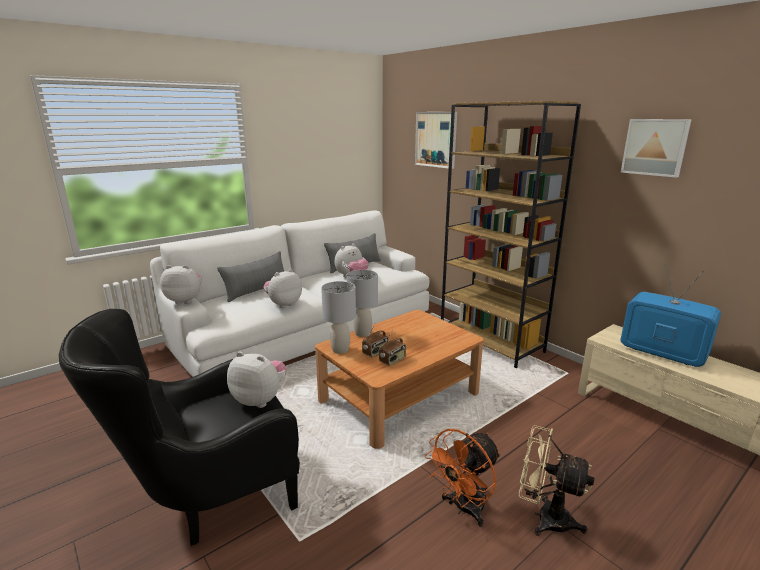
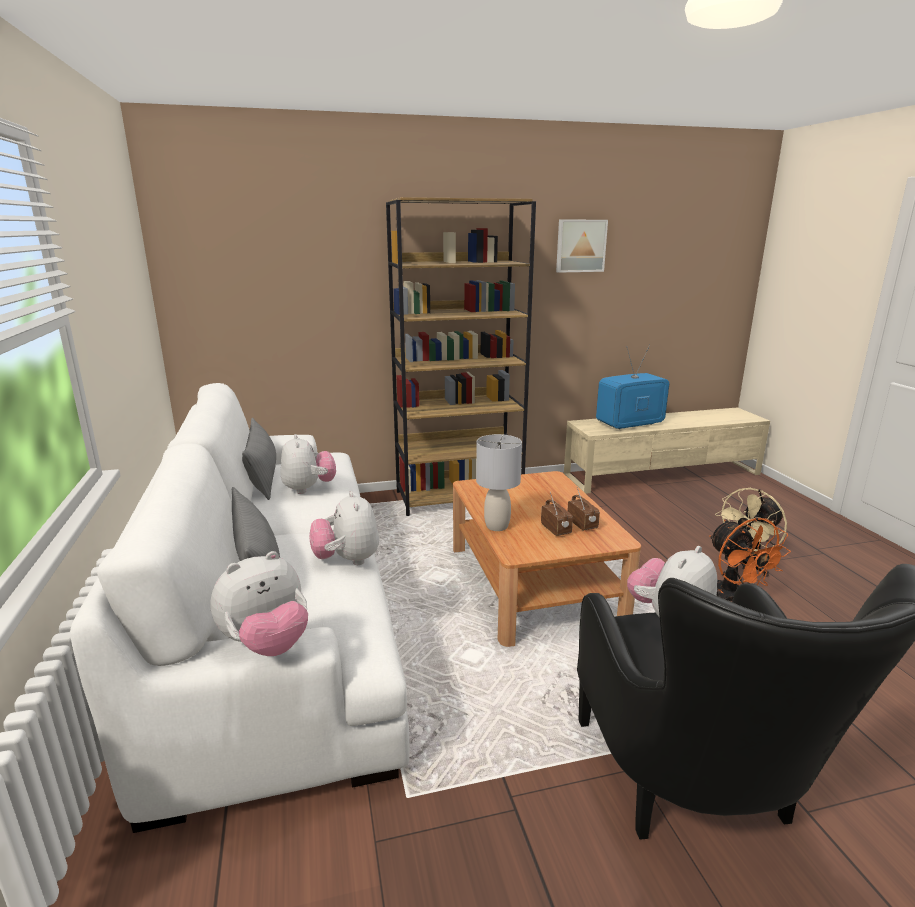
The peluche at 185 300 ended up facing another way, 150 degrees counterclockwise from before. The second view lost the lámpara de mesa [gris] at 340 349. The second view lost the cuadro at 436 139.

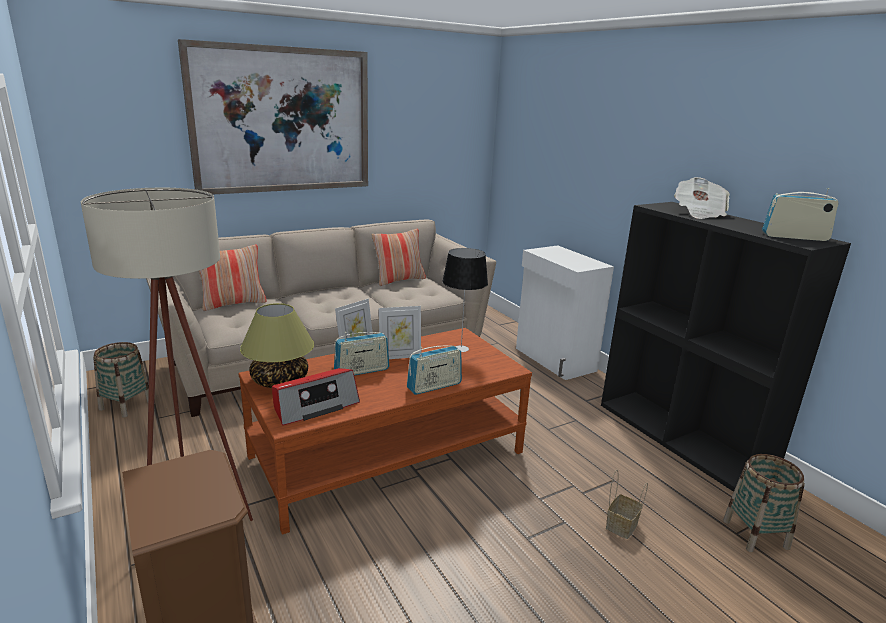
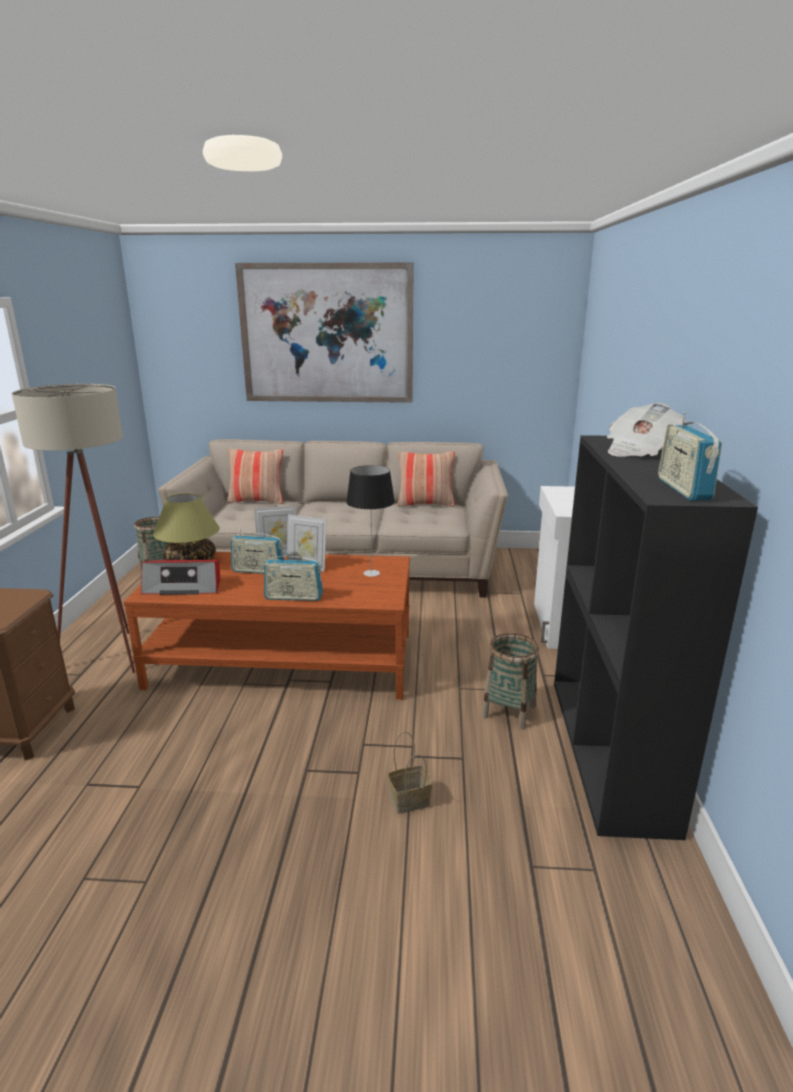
The cesta ended up elsewhere, having gone from 755 534 to 509 711. The radio at 794 237 ended up facing another way, 135 degrees counterclockwise from before.

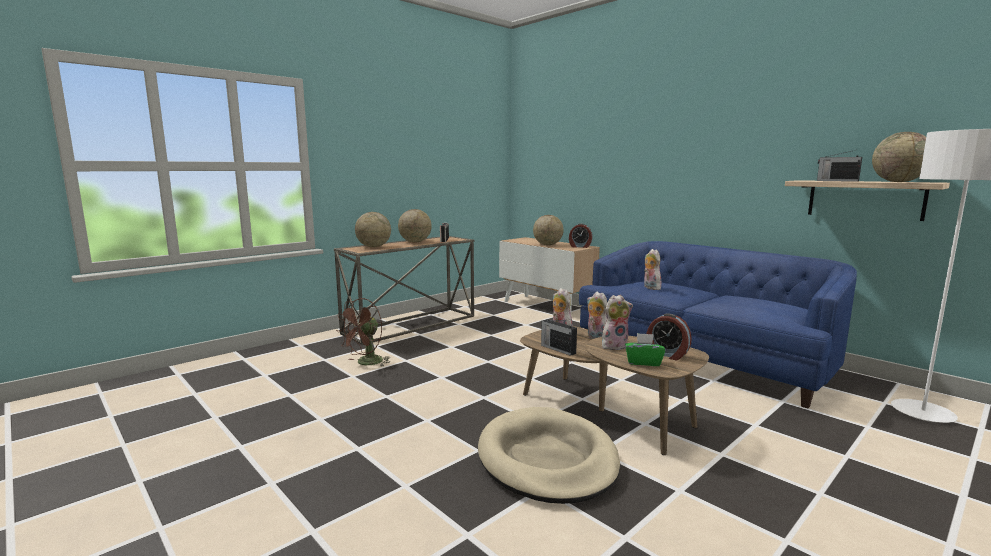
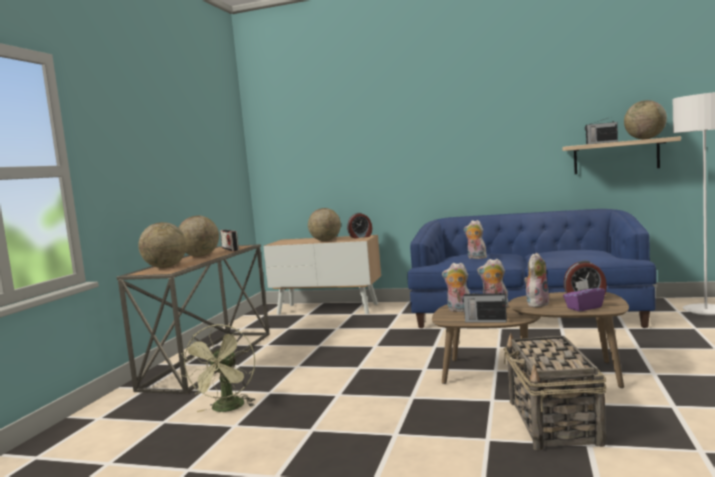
What was the ventilador [marrón] at 366 363 turned into the ventilador [verde] at 227 409. Where the cama para perro [beis] stood at 547 459, the cesta came to stand at 553 423. What was the caja de pañuelos [verde] at 643 362 turned into the caja de pañuelos [morado] at 584 308.

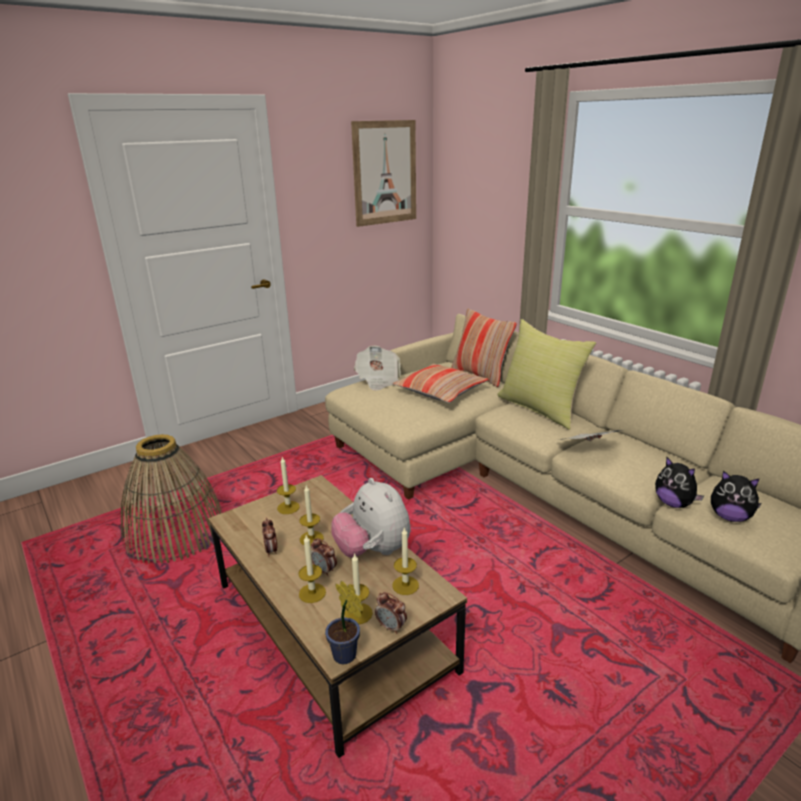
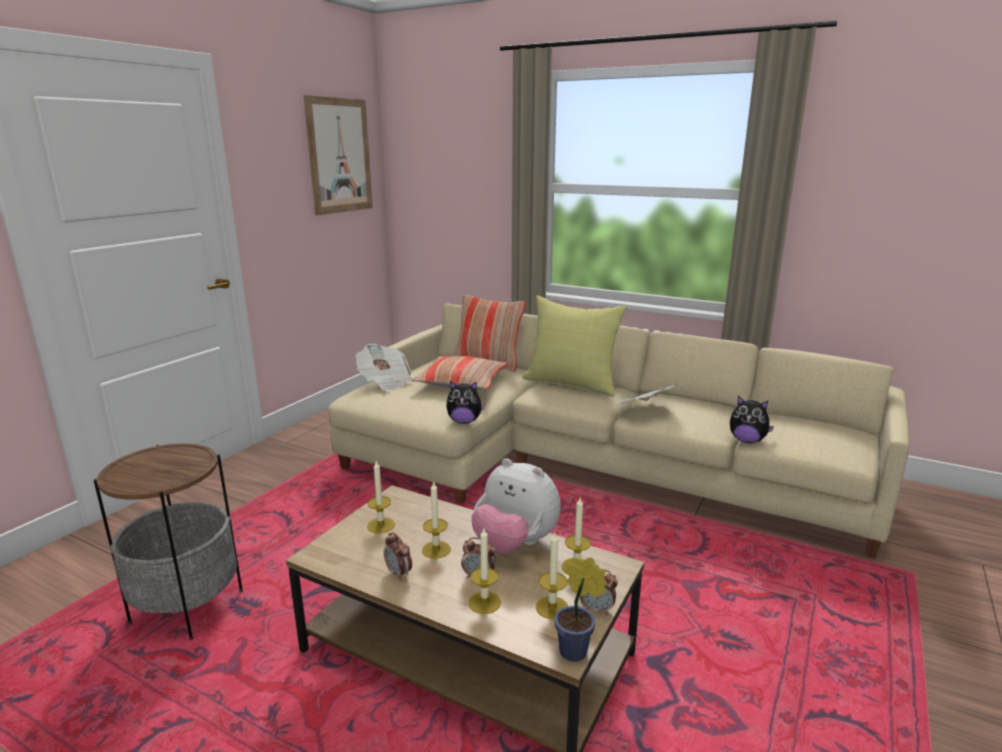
Where the cesta stood at 175 532, the mesa auxiliar came to stand at 188 608. The peluche ended up elsewhere, having gone from 729 517 to 464 421.

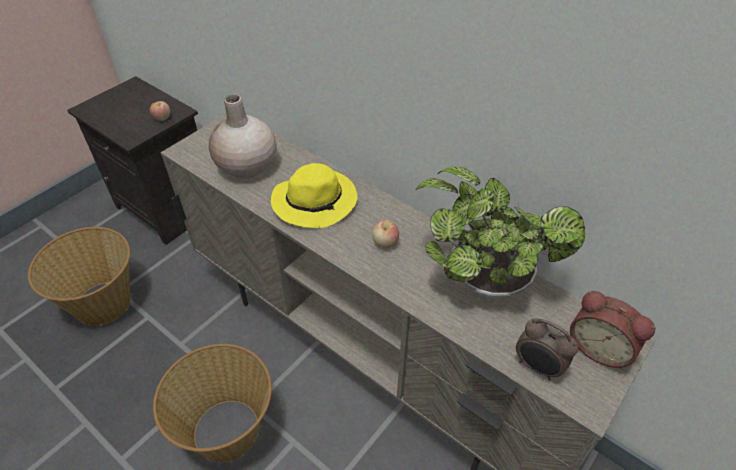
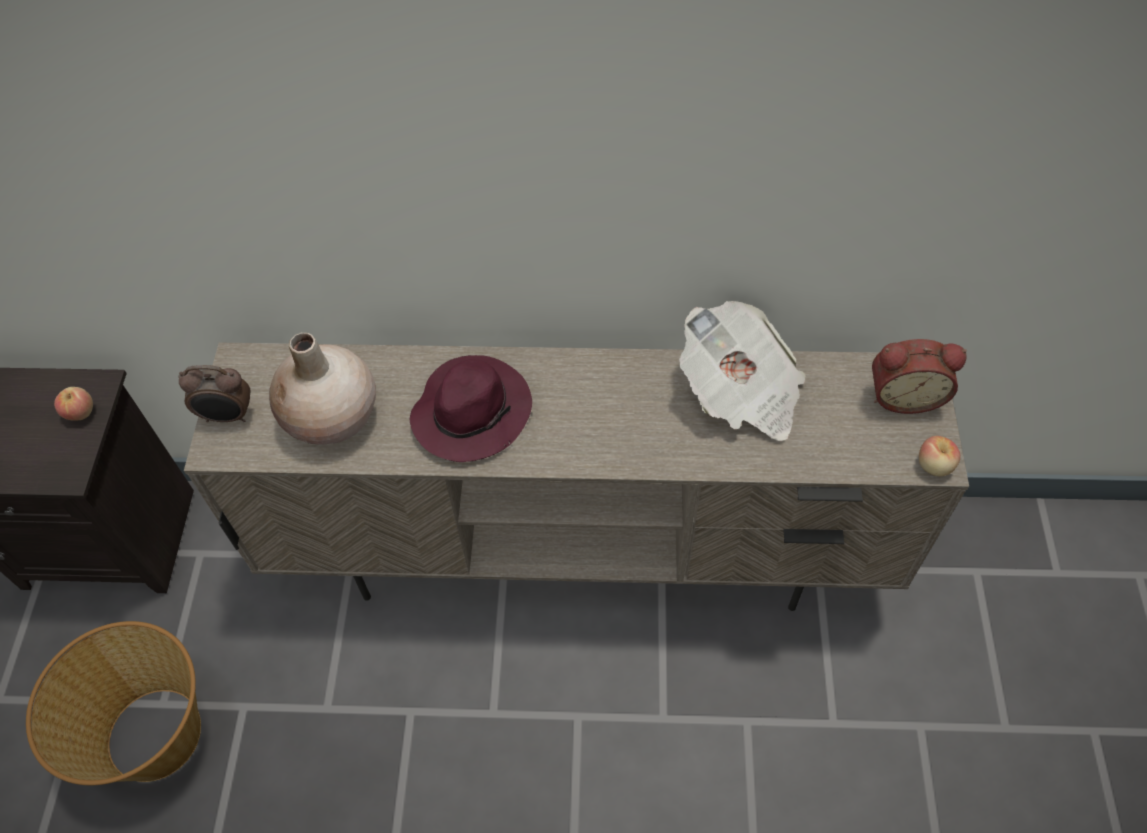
The second view lost the cesta at 227 429. What was the sombrero [amarillo] at 316 201 turned into the sombrero [morado] at 472 411. The manzana ended up elsewhere, having gone from 385 243 to 934 465. Where the planta en maceta stood at 482 279, the periódico came to stand at 740 392. The despertador ended up elsewhere, having gone from 537 367 to 228 416.

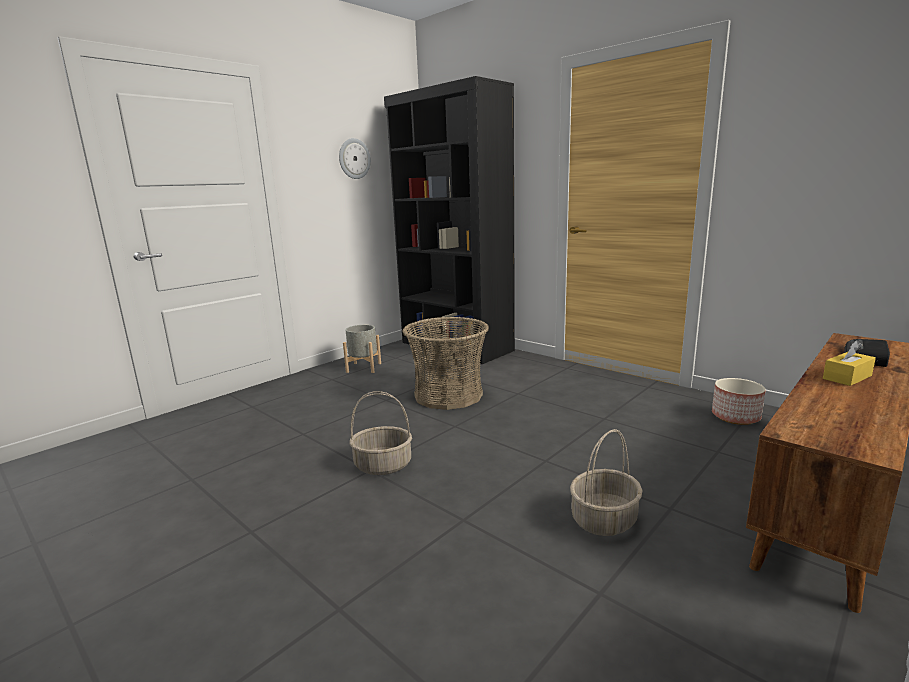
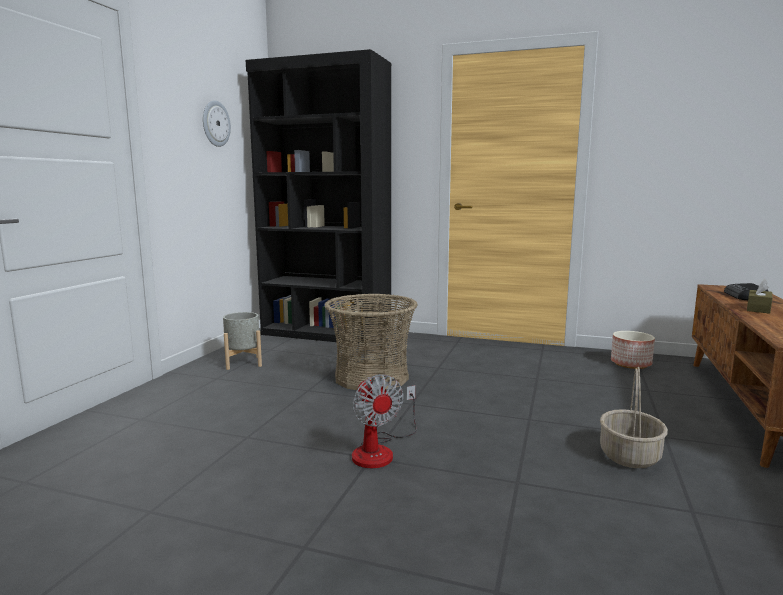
Where the cesta stood at 383 465, the ventilador came to stand at 380 450. What was the caja de pañuelos [amarillo] at 847 377 turned into the caja de pañuelos [marrón] at 758 309.

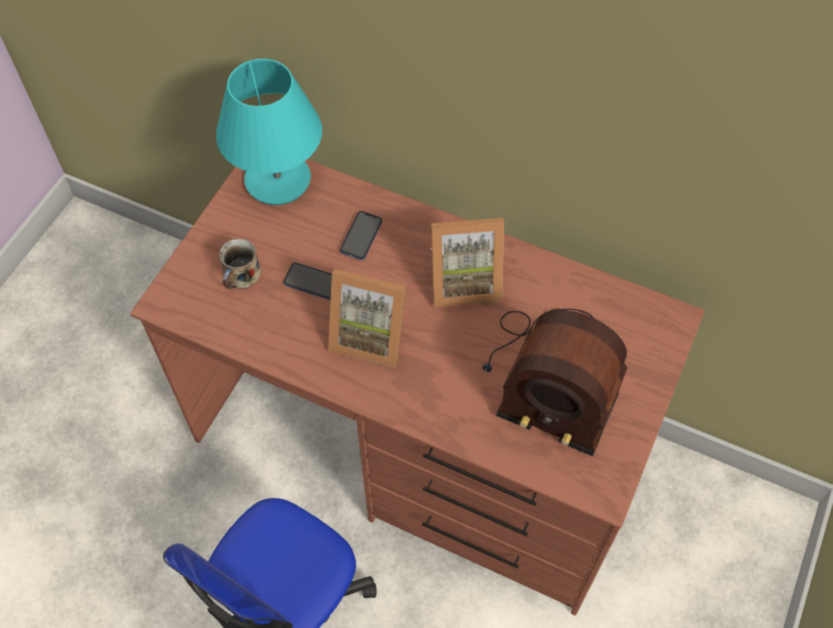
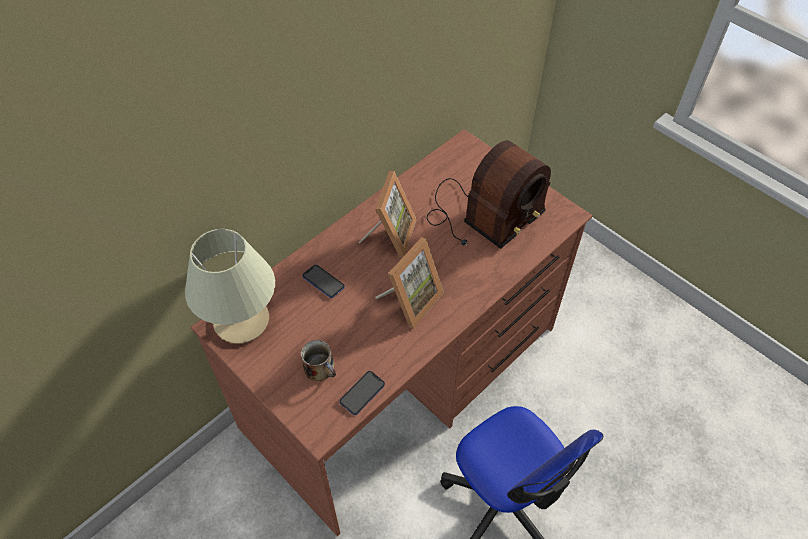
What was the lámpara de mesa [turquesa] at 277 180 turned into the lámpara de mesa [beis] at 241 321. The móvil ended up elsewhere, having gone from 313 282 to 362 393.

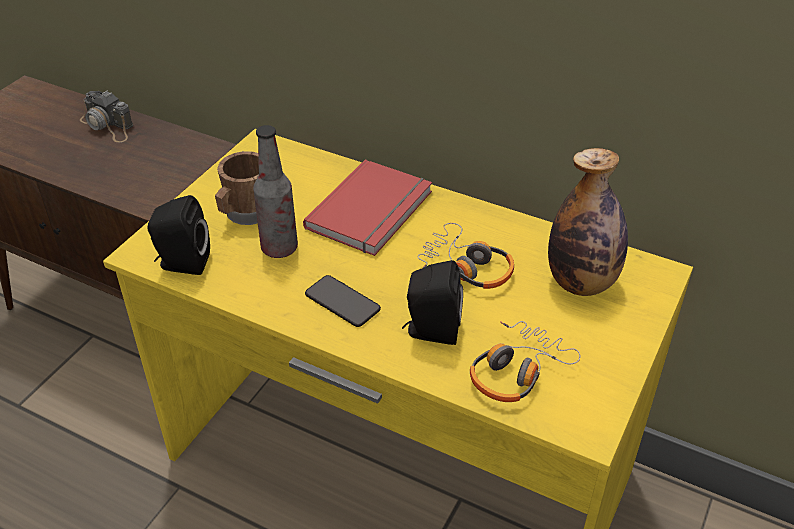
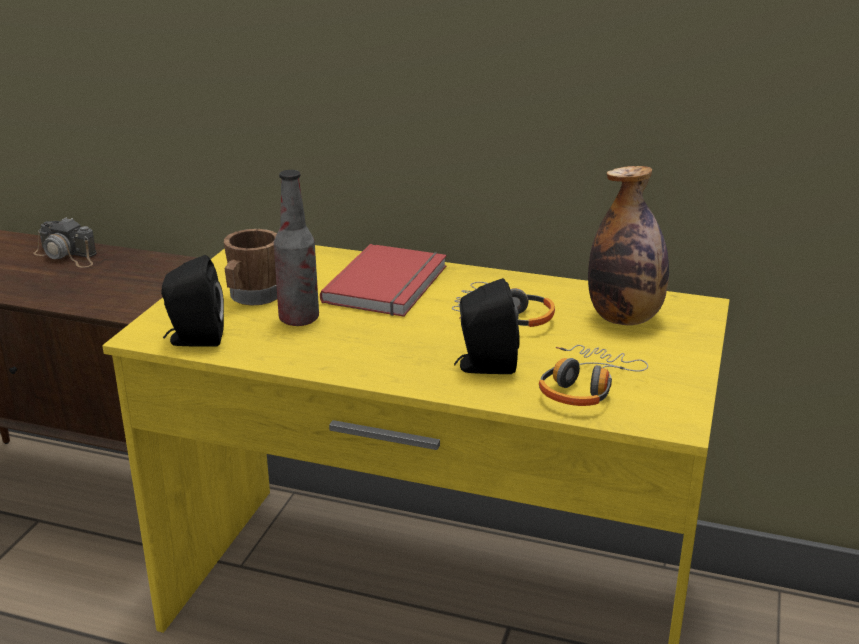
The second view lost the móvil at 342 302.

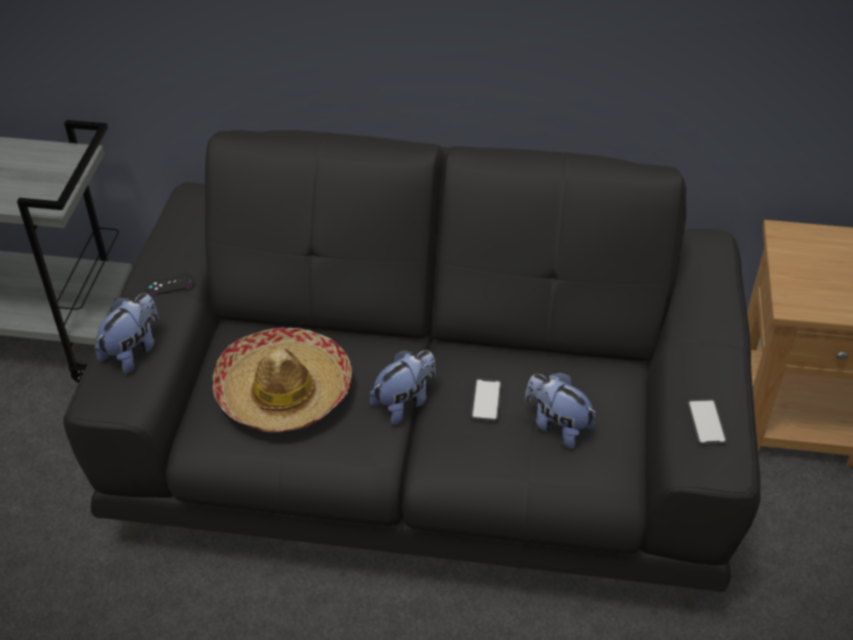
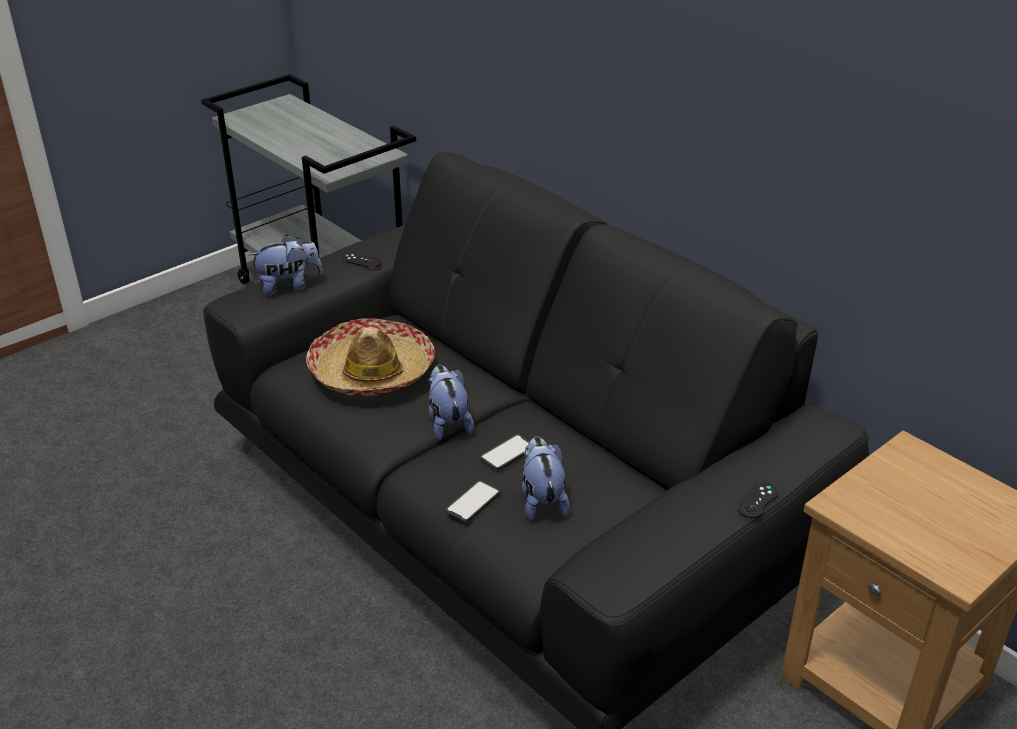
The peluche at 404 402 ended up facing another way, 105 degrees counterclockwise from before. The móvil ended up elsewhere, having gone from 706 422 to 473 502. The second view gained the mando de consola [negro] at 757 500.

